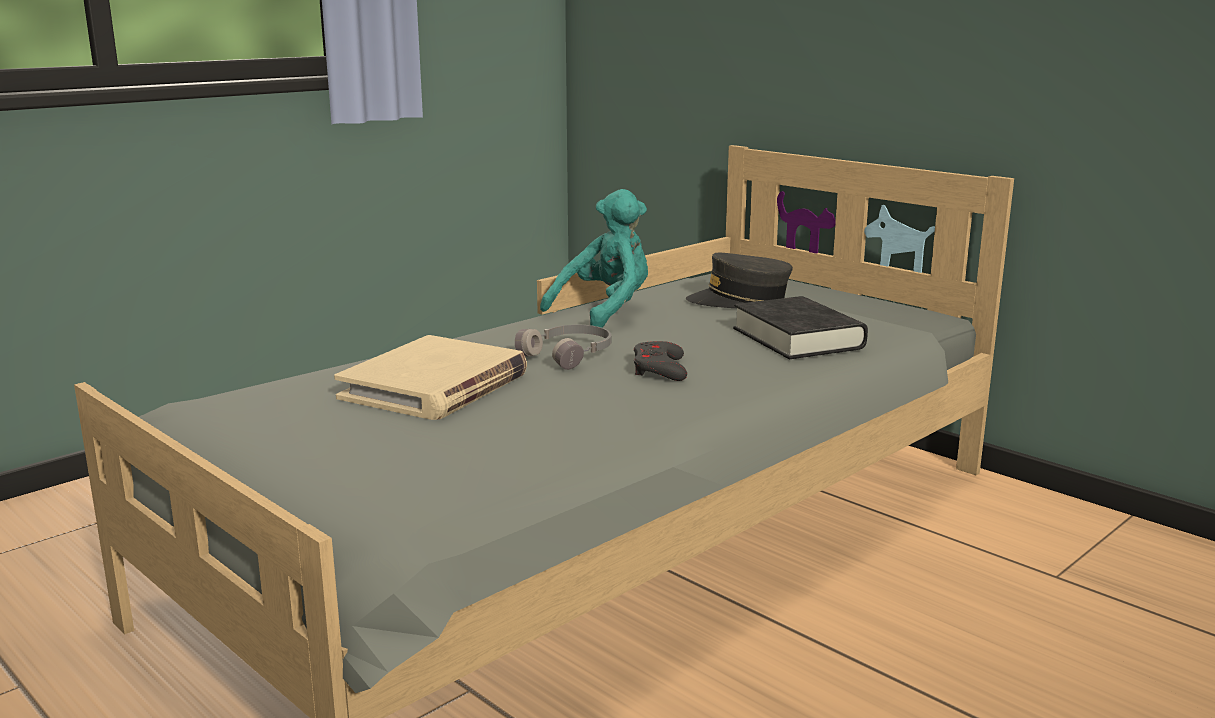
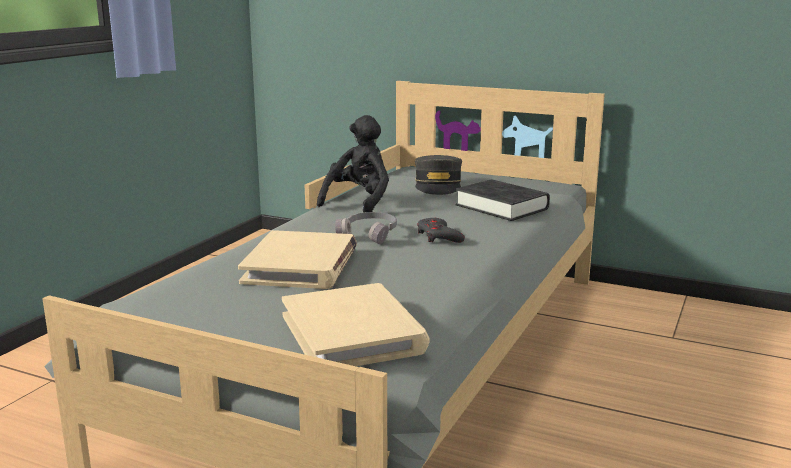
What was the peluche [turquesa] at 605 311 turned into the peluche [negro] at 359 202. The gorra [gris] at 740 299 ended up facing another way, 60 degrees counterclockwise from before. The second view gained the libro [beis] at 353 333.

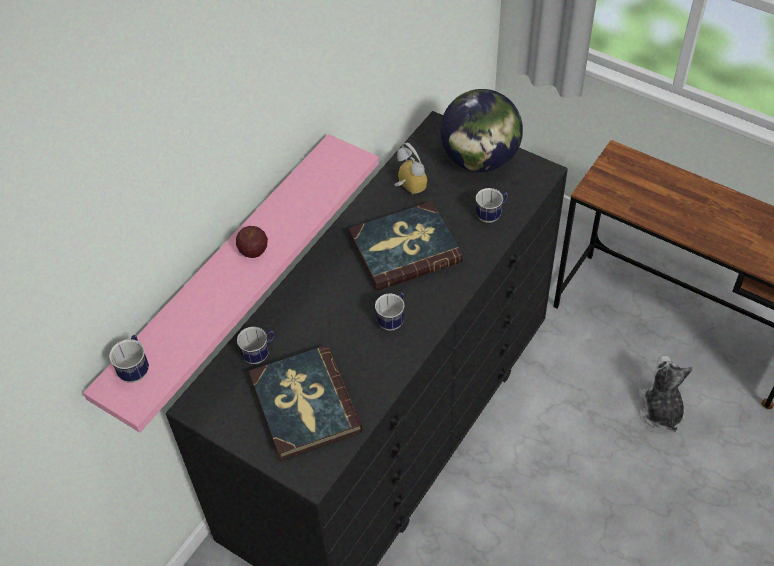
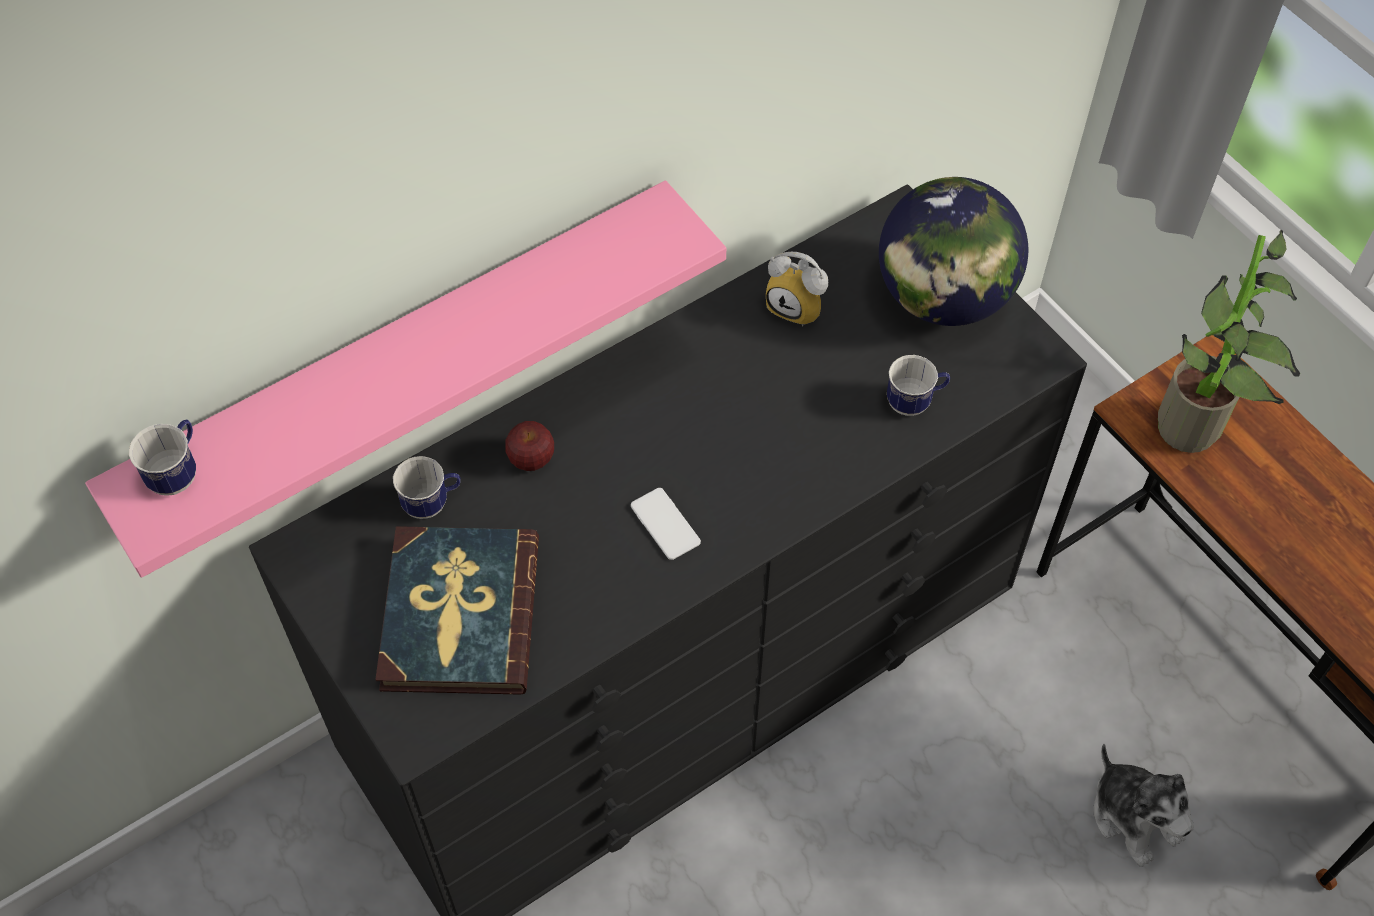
The manzana ended up elsewhere, having gone from 253 251 to 531 459. The second view lost the libro at 404 249. Where the taza grande stood at 393 319, the móvil came to stand at 665 524. The despertador at 407 188 ended up facing another way, 135 degrees clockwise from before. The peluche at 660 410 ended up facing another way, 135 degrees clockwise from before. The second view gained the planta en maceta at 1197 433.

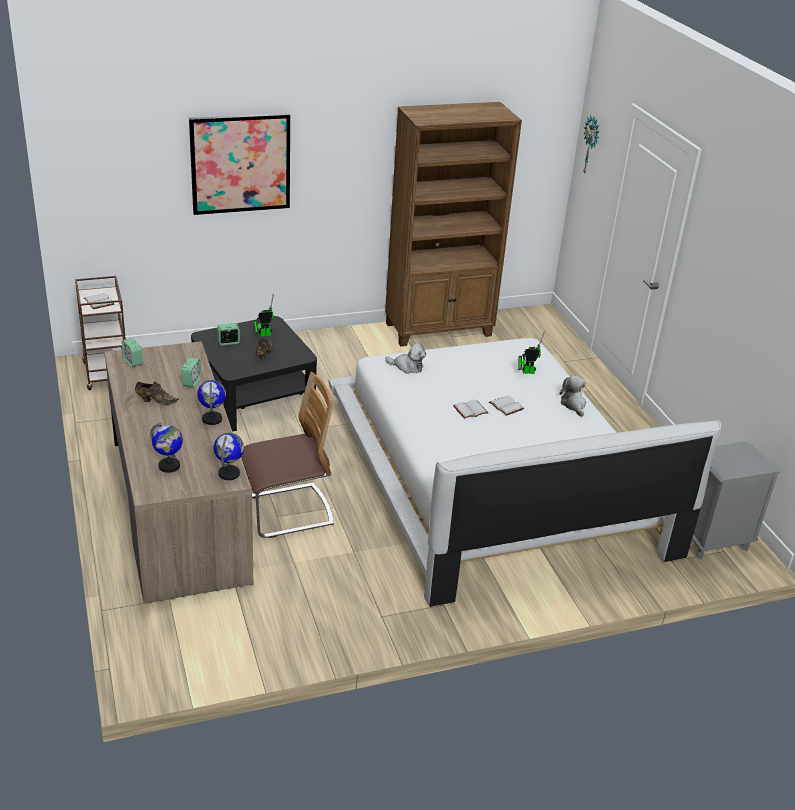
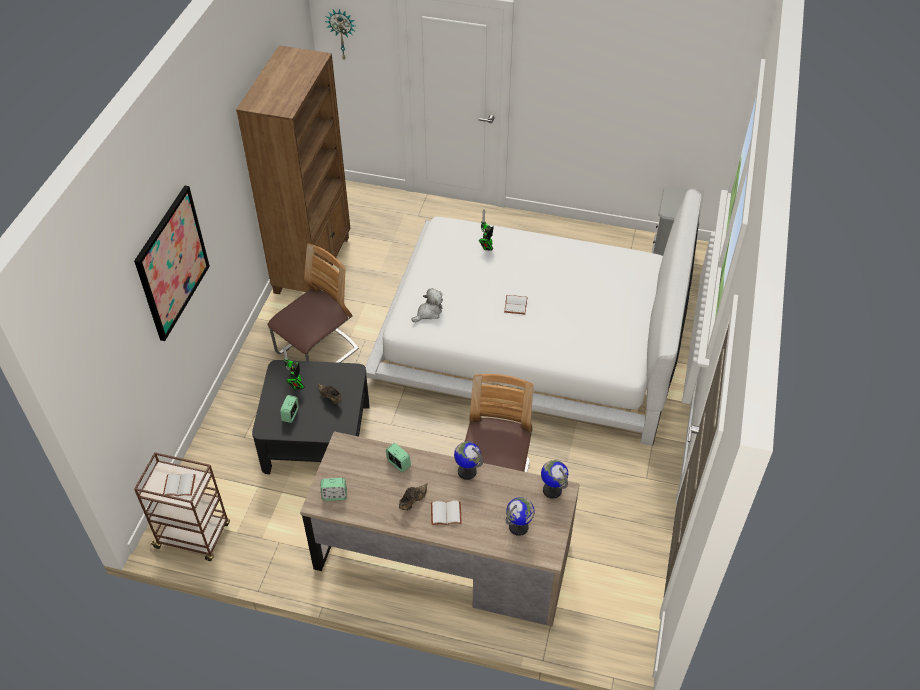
The libro [blanco] ended up elsewhere, having gone from 505 406 to 445 514. The second view lost the peluche at 573 404. The second view gained the silla at 317 352.

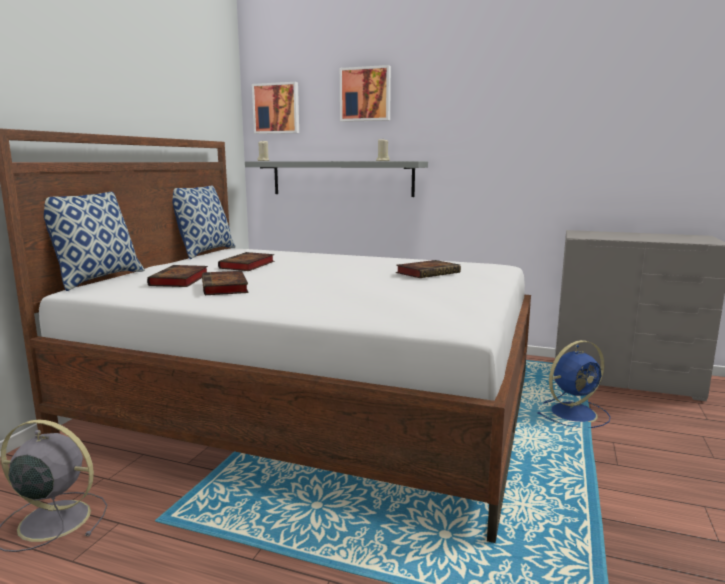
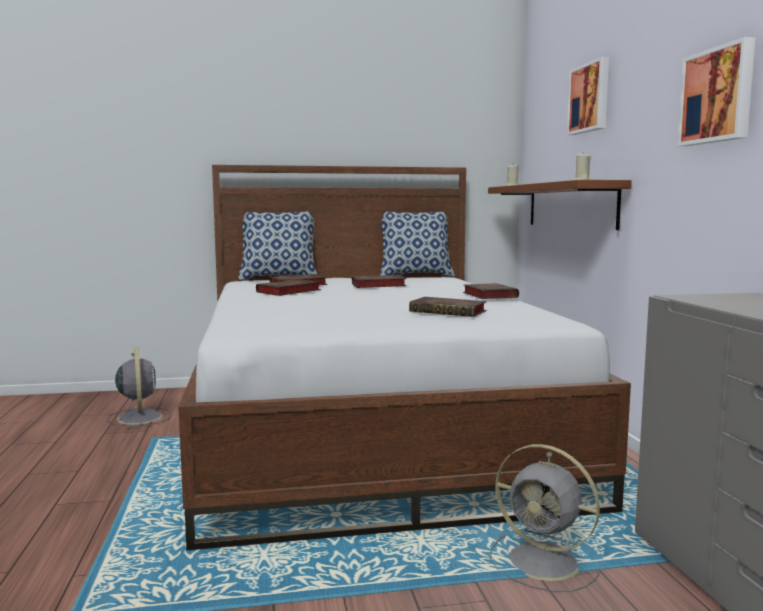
What was the estante [gris] at 341 178 turned into the estante [marrón] at 570 205. The cuadro ended up elsewhere, having gone from 277 108 to 718 96. What was the ventilador [azul] at 574 413 turned into the ventilador [gris] at 546 562. The second view gained the libro at 488 295.

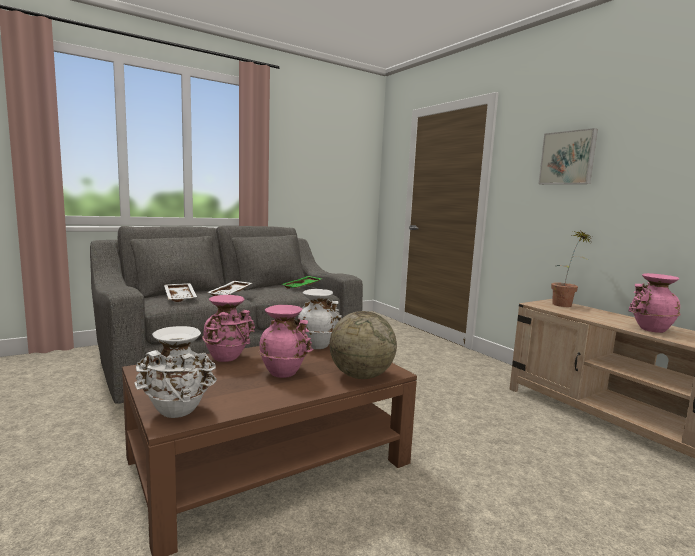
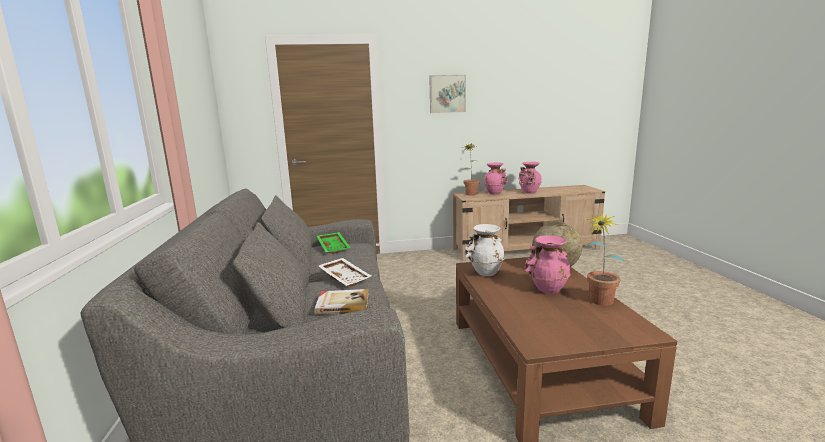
The second view lost the florero [blanco] at 178 412. Where the bandeja [blanco] stood at 181 297, the libro came to stand at 342 303. The florero [rosa] ended up elsewhere, having gone from 228 358 to 495 193. The second view gained the planta en maceta at 598 303.

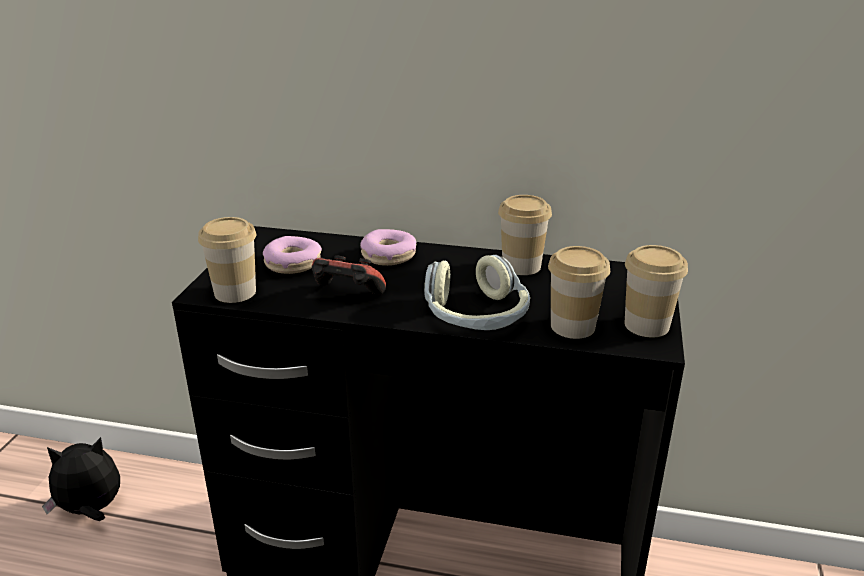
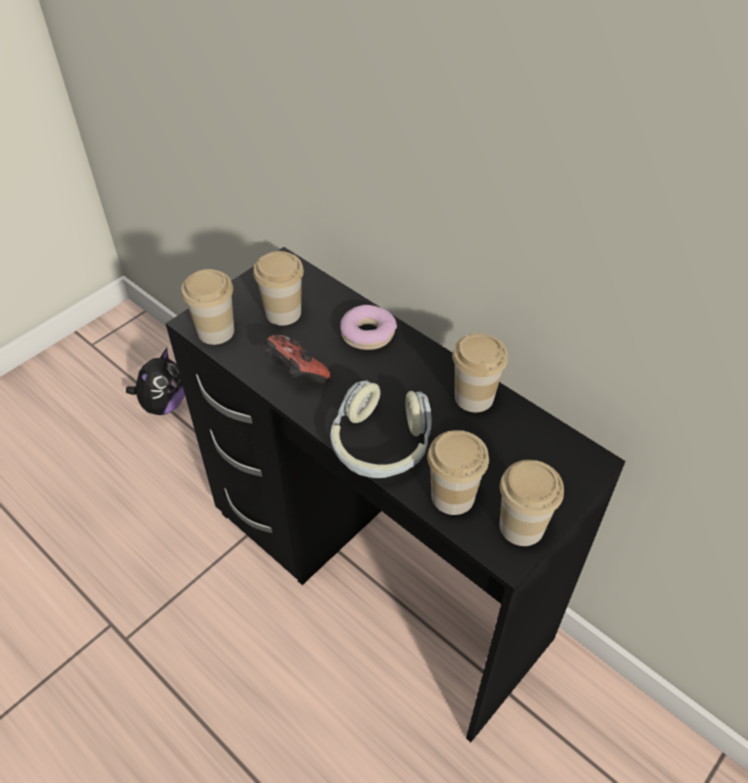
The peluche at 91 510 ended up facing another way, 105 degrees clockwise from before. Where the rosquilla stood at 293 263, the taza came to stand at 283 313.

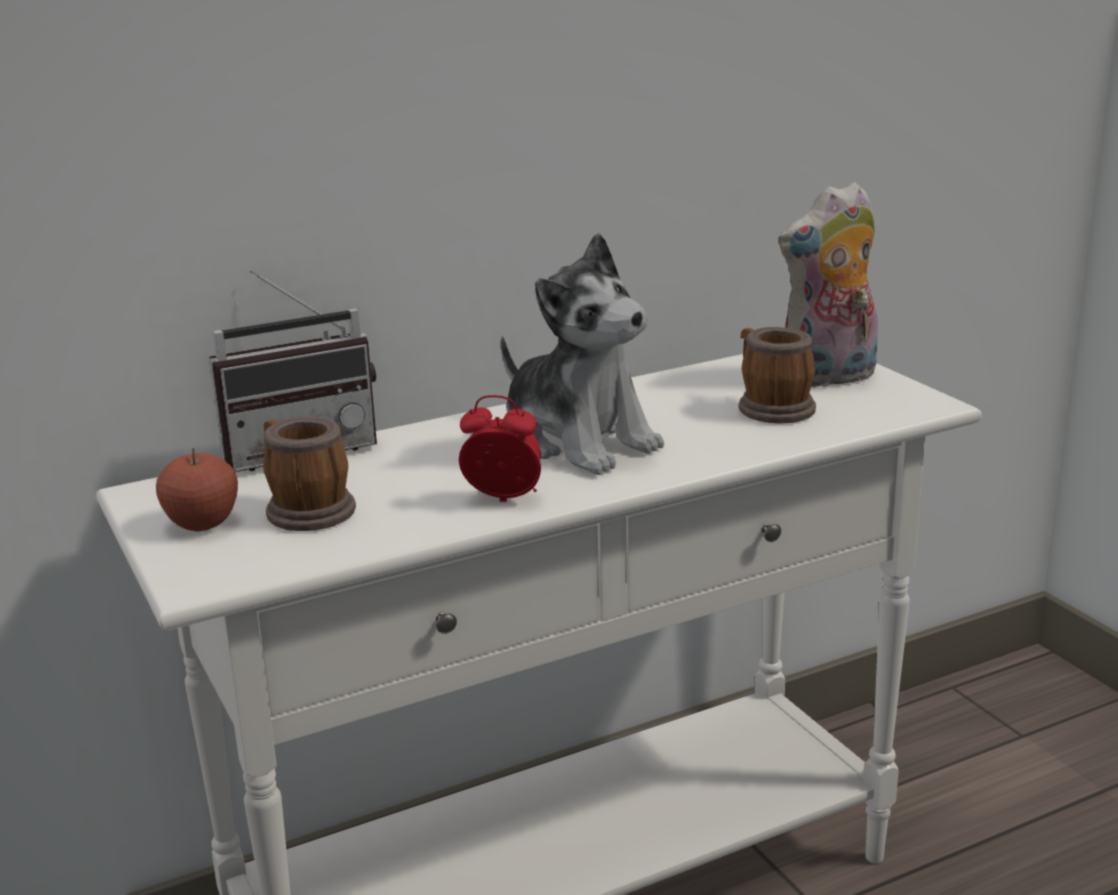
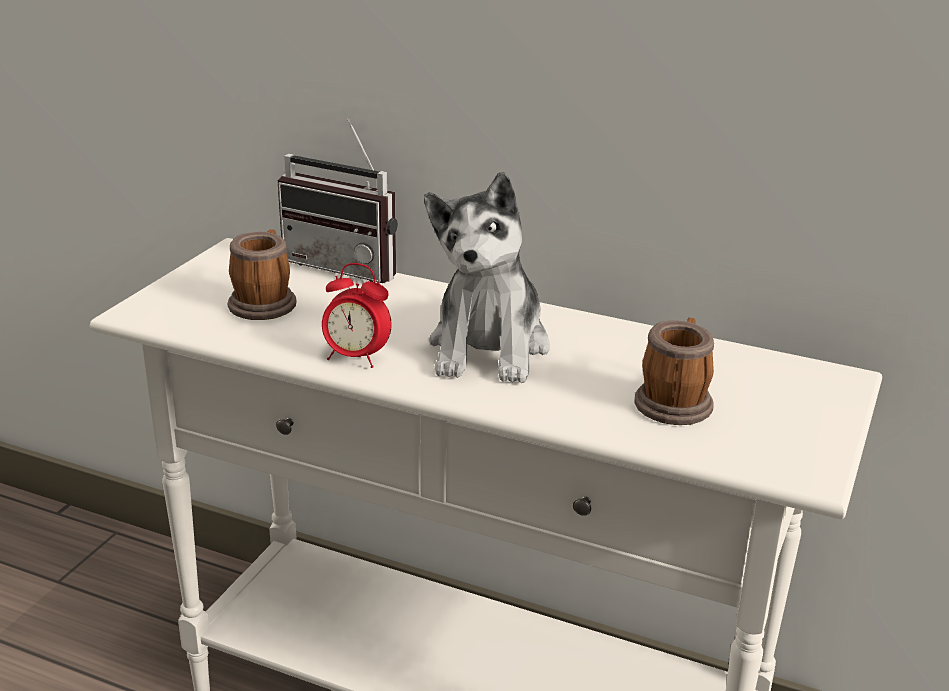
The second view lost the manzana at 202 524. The despertador at 504 499 ended up facing another way, 135 degrees clockwise from before. The second view lost the peluche at 829 378.

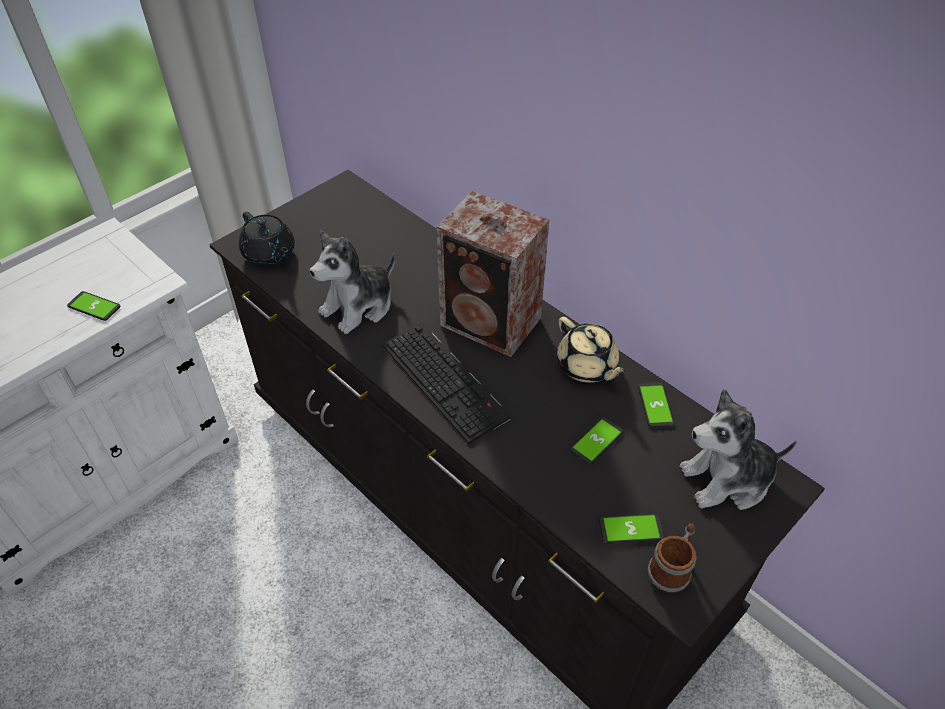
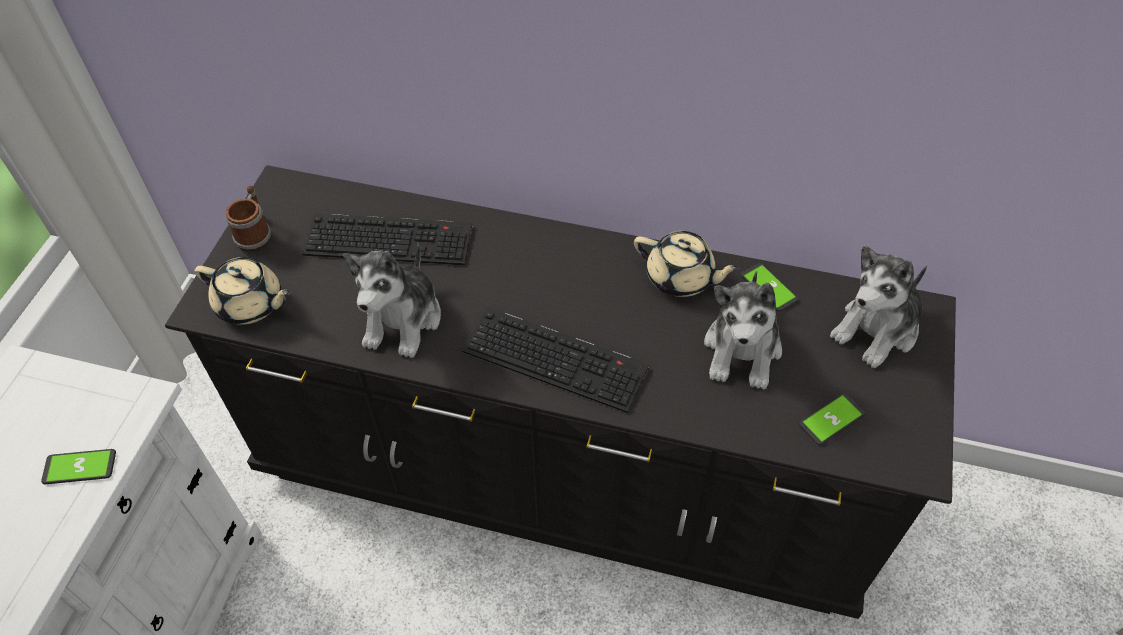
What was the tetera [negro] at 269 254 turned into the tetera [beis] at 251 304. The second view lost the altavoz at 492 324. Where the móvil stood at 596 441, the peluche came to stand at 742 350. The taza grande ended up elsewhere, having gone from 671 569 to 256 234. The second view gained the teclado at 390 238.

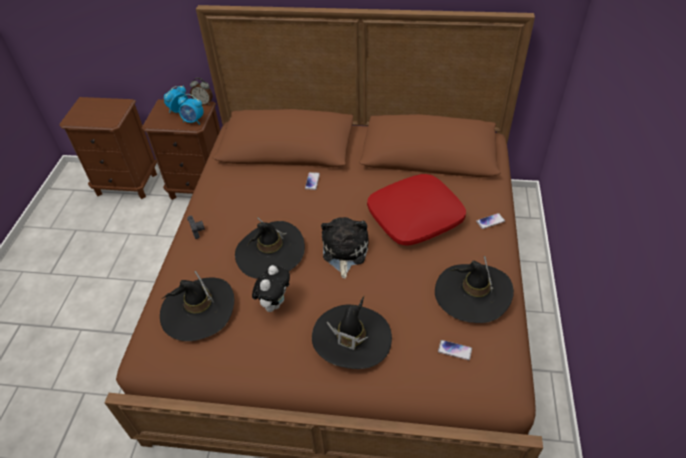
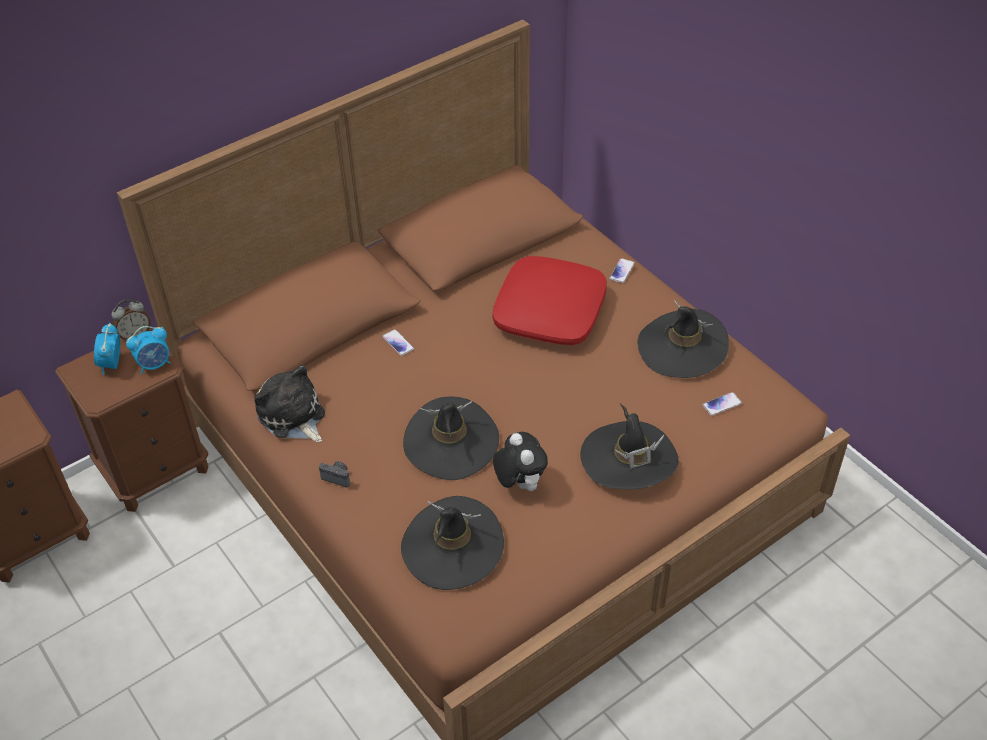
The peluche ended up elsewhere, having gone from 344 252 to 292 417.

